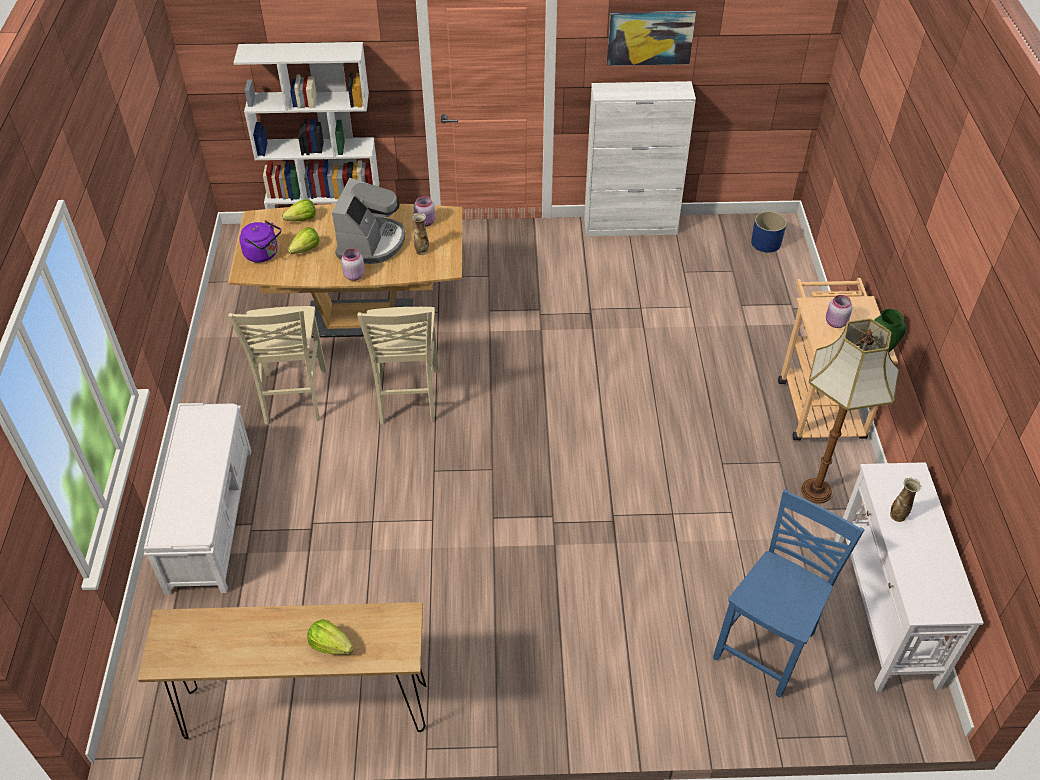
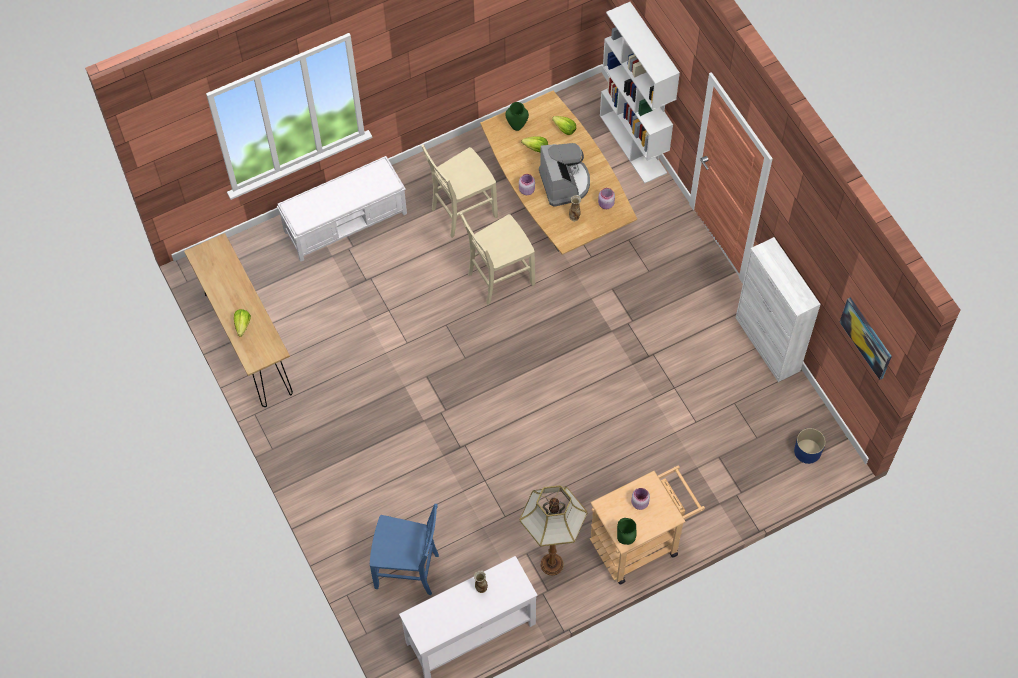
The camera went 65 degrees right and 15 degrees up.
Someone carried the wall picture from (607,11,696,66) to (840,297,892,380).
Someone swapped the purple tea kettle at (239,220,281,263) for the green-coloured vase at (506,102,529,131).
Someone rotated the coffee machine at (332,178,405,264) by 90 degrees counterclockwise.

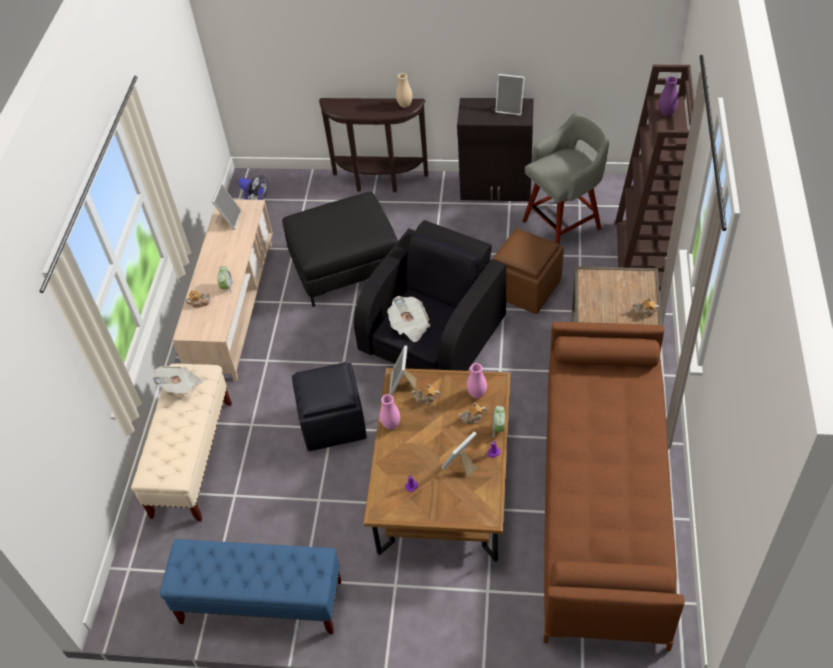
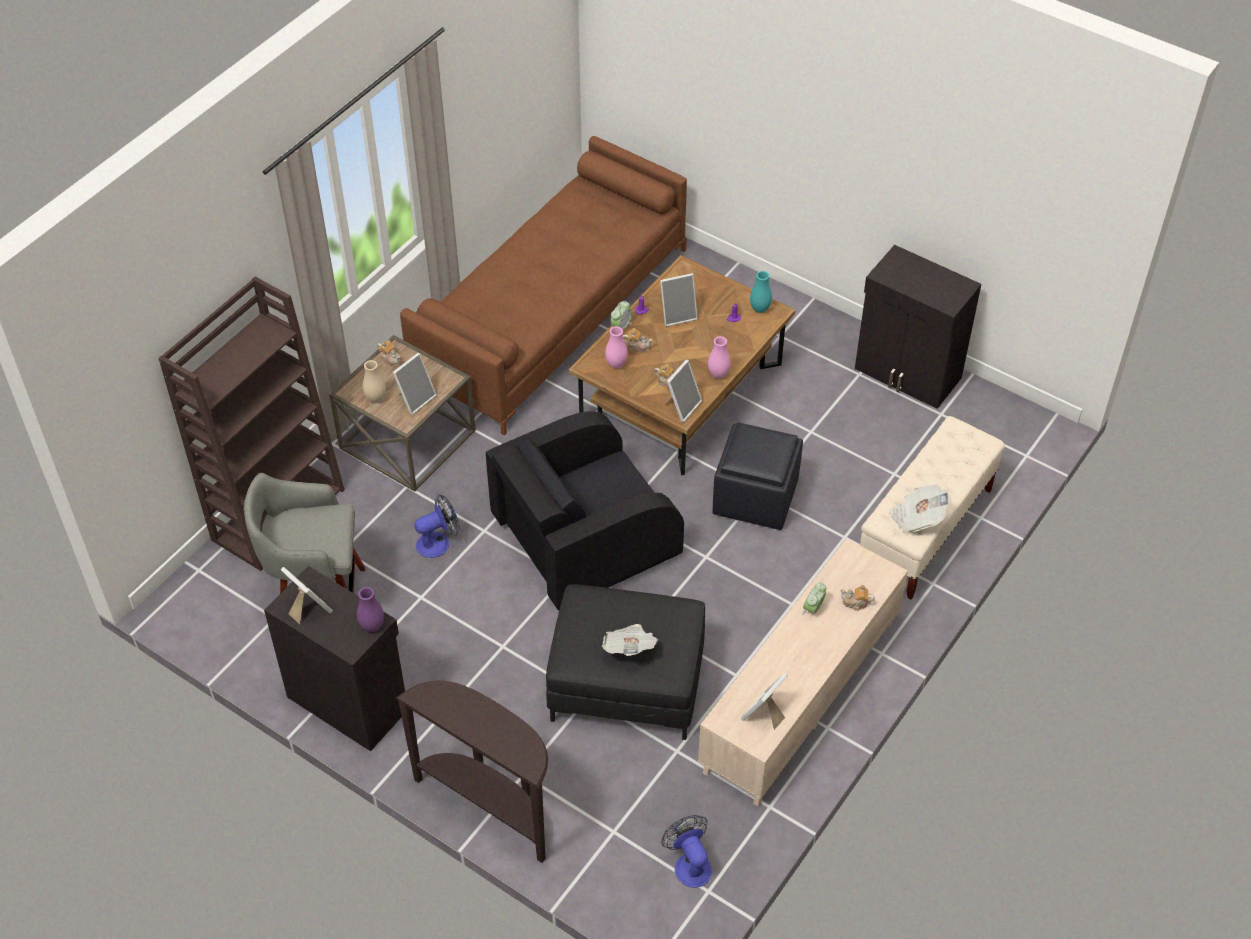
The camera went 155 degrees left and 0 degrees up.
Someone put down the photo frame at (393,353,437,415).
Someone put down the turquoise-coloured vase at (750,271,772,313).
Someone carried the newspaper from (387,296,431,342) to (602,624,658,656).
Someone carried the sand-coloured vase from (396,73,412,108) to (363,360,386,403).
Someone carried the purple vase from (658,76,678,116) to (357,587,384,632).
Someone swapped the blue long seat at (160,539,341,634) for the black-coloured cabinet at (855,245,981,409).
Someone swapped the brown-coloured pouffe at (493,228,564,314) for the fan at (414,494,459,558).

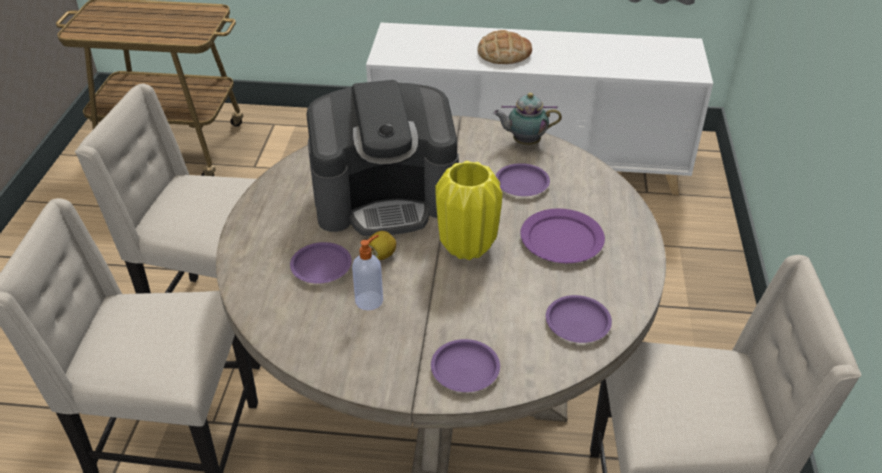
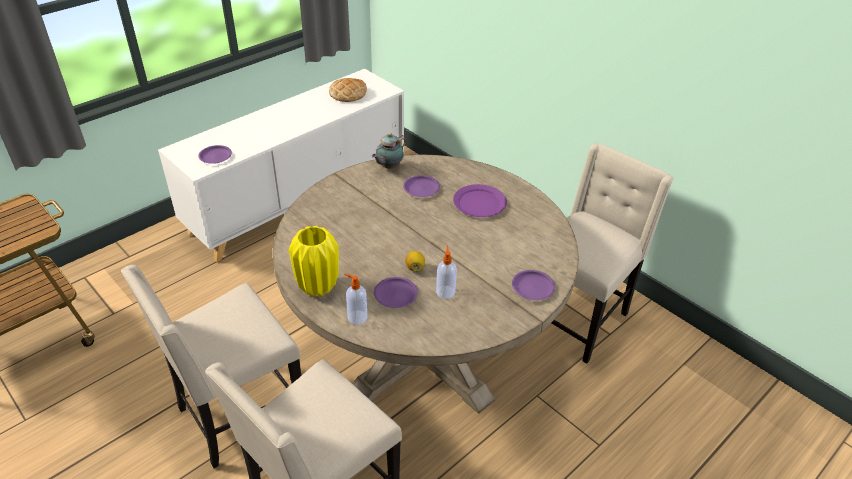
The camera went 50 degrees left and 0 degrees up.
Someone took away the coffee machine at (306,80,459,236).
Someone put down the soap dispenser at (344,274,368,325).
Someone carried the yellow-coloured vase from (435,161,503,260) to (289,226,339,297).
Someone carried the bread from (477,30,532,64) to (329,78,367,102).
Someone carried the purple plate from (546,295,612,343) to (198,145,232,164).

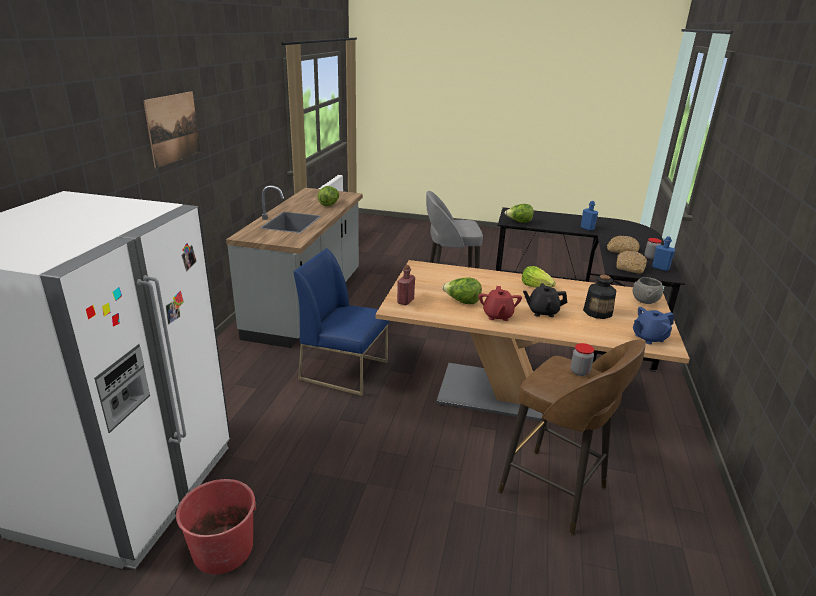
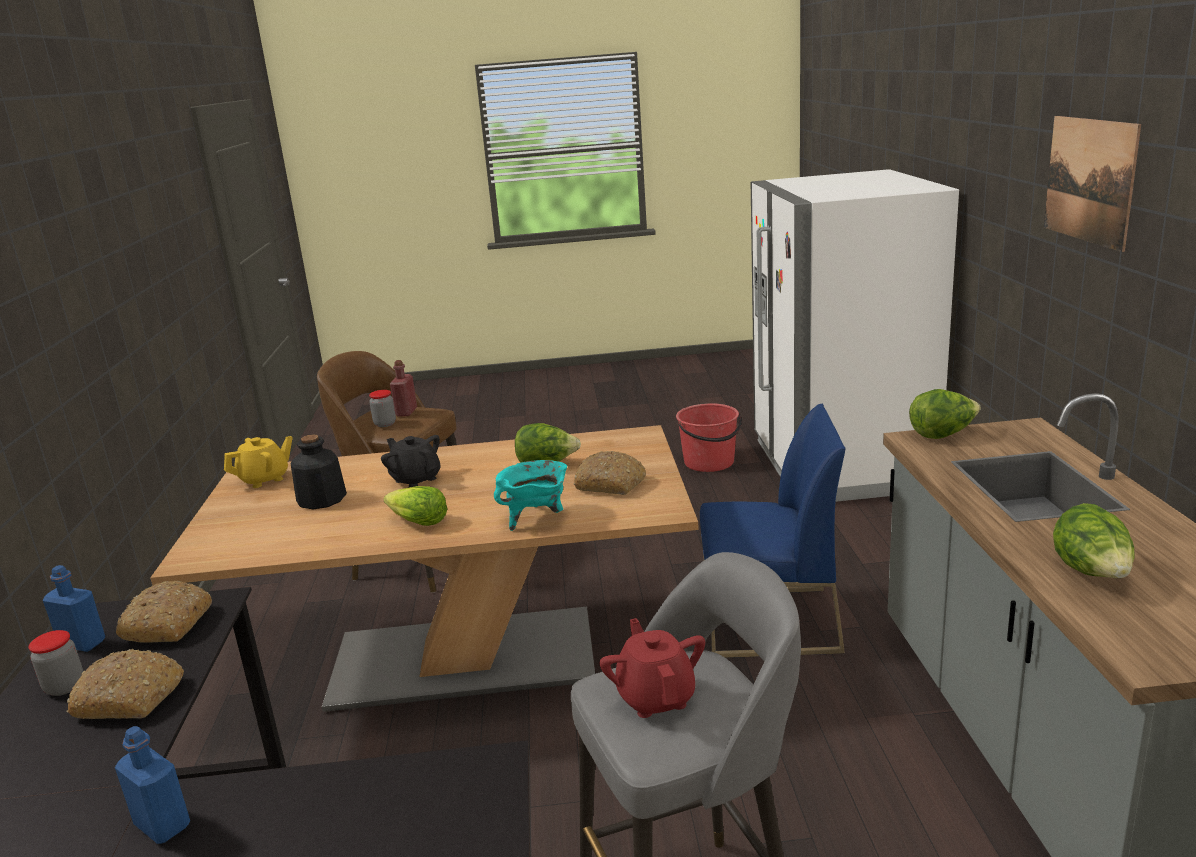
The camera went 165 degrees right and 5 degrees down.
Someone took away the grey bowl at (632,277,663,304).
Someone put down the turquoise-coloured stockpot at (494,460,567,531).
Someone put down the bread at (574,451,646,495).
Someone carried the reddish drink bottle from (397,265,415,305) to (390,360,417,416).
Someone carried the reddish pot for tea from (478,286,522,321) to (600,618,705,718).
Someone carried the lettuce head from (505,204,534,223) to (909,389,981,439).
Someone repainted the blue pot for tea at (633,307,674,344), which became the yellow-coloured pot for tea at (224,436,293,488).
Someone rotated the black-coloured pot for tea at (523,283,567,317) by 120 degrees counterclockwise.

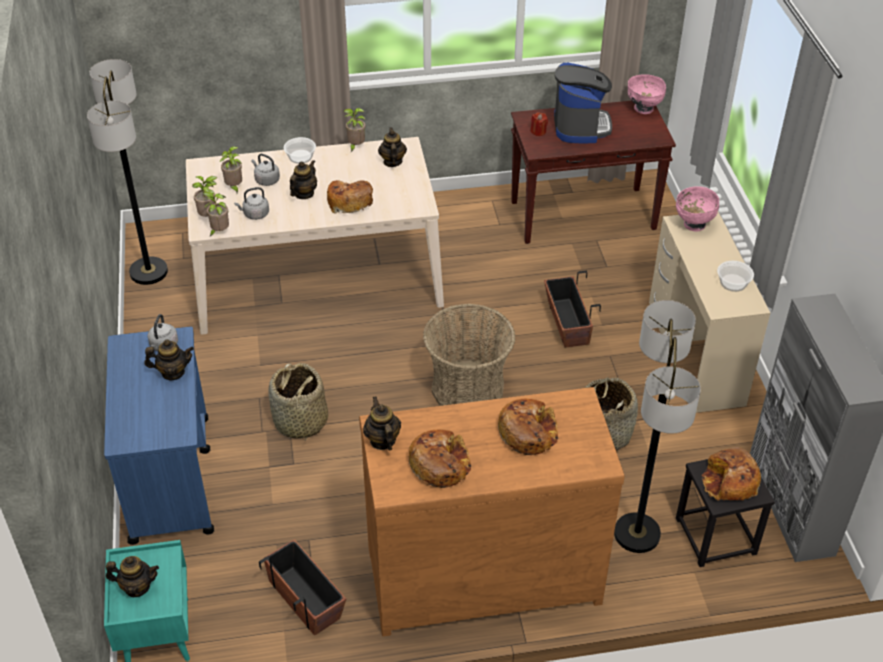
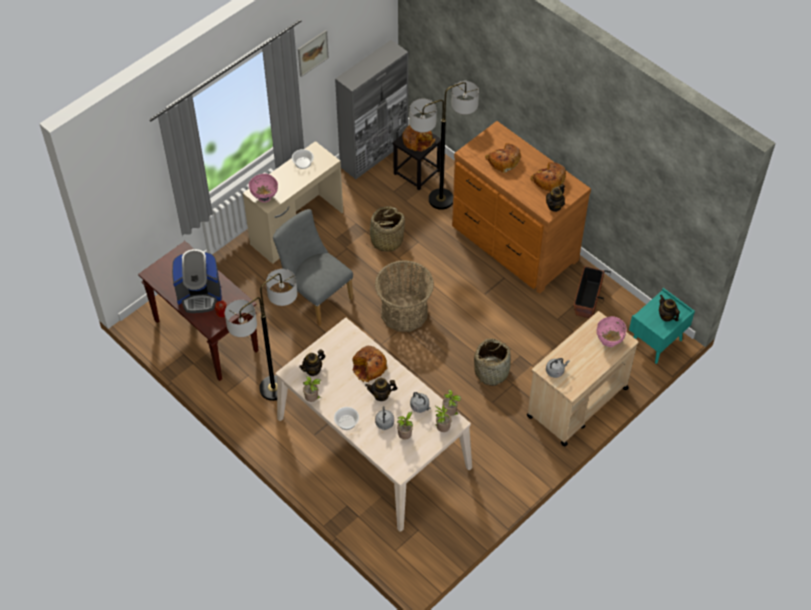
The camera went 125 degrees left and 10 degrees up.
Someone took away the pot for tea at (144,340,194,381).
Someone put up the wall picture at (298,30,329,77).
Someone carried the standing lamp from (87,59,168,285) to (225,269,297,401).
Someone carried the pink-coloured bowl from (628,74,666,114) to (596,316,627,347).
Someone swapped the plant pot at (544,271,601,347) for the grey chair at (273,209,353,326).
Someone repainted the blue trolley at (104,327,214,545), which became the sand-coloured trolley at (527,311,639,447).
Someone rotated the coffee machine at (554,63,612,143) by 150 degrees counterclockwise.

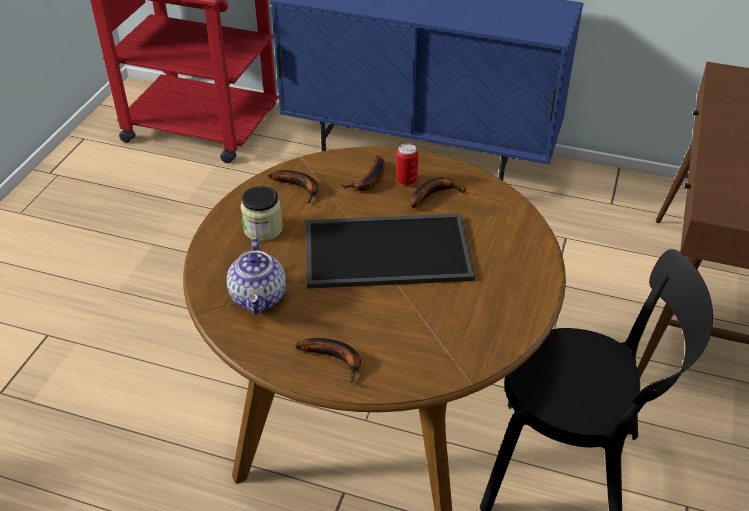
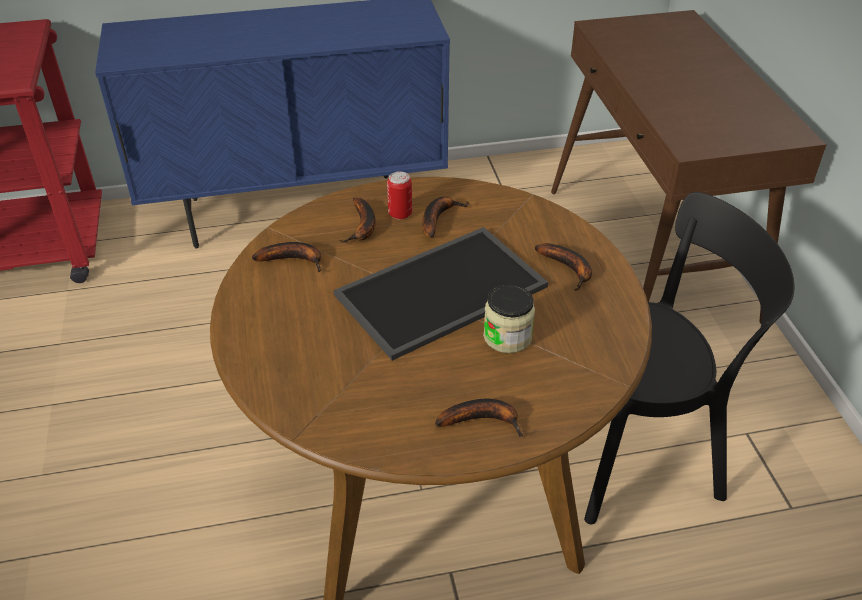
The camera went 30 degrees left and 0 degrees up.
Someone took away the pot for tea at (227,238,286,315).
Someone put down the banana fruit at (535,243,592,291).
Someone carried the jar from (240,186,283,241) to (483,284,535,353).

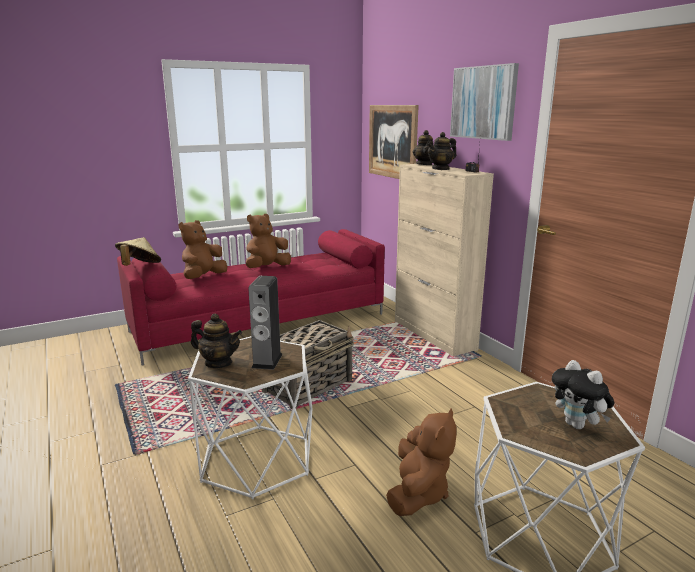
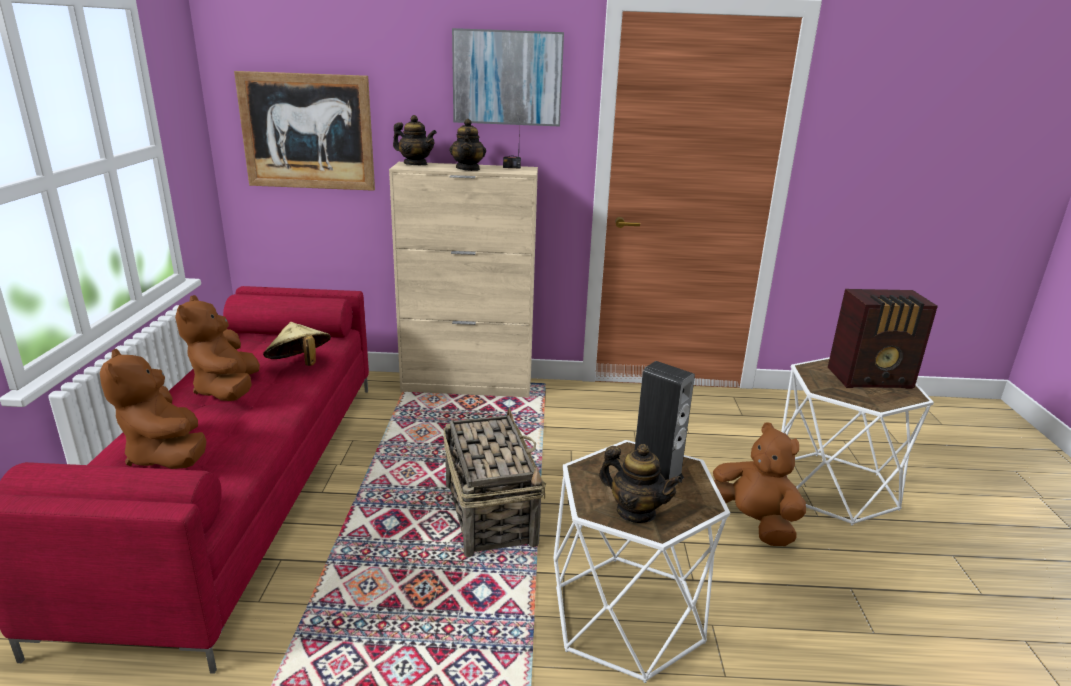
The camera went 60 degrees left and 5 degrees up.
Someone carried the sand-coloured wearable hat from (115,237,161,266) to (263,322,331,366).
Someone swapped the cuddly toy at (552,360,614,429) for the radio receiver at (828,289,938,389).
Someone rotated the pot for tea at (191,314,242,368) by 75 degrees clockwise.

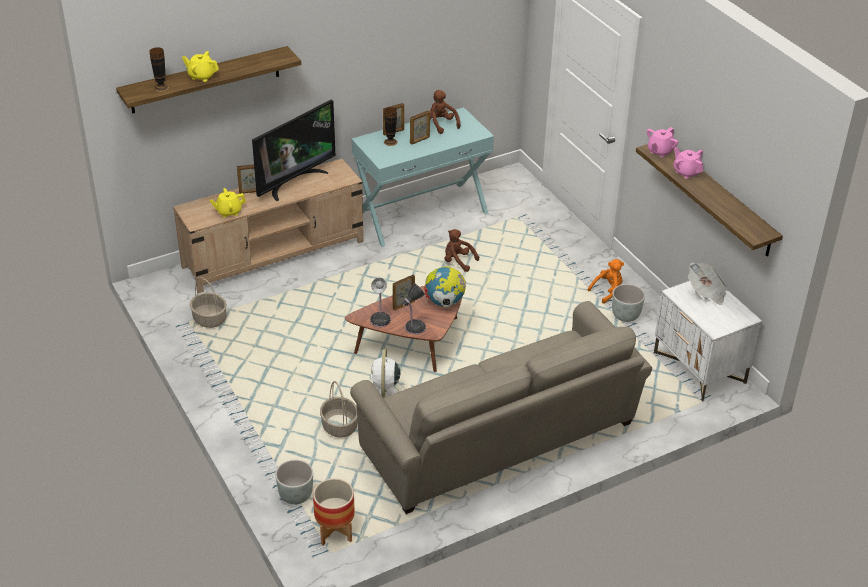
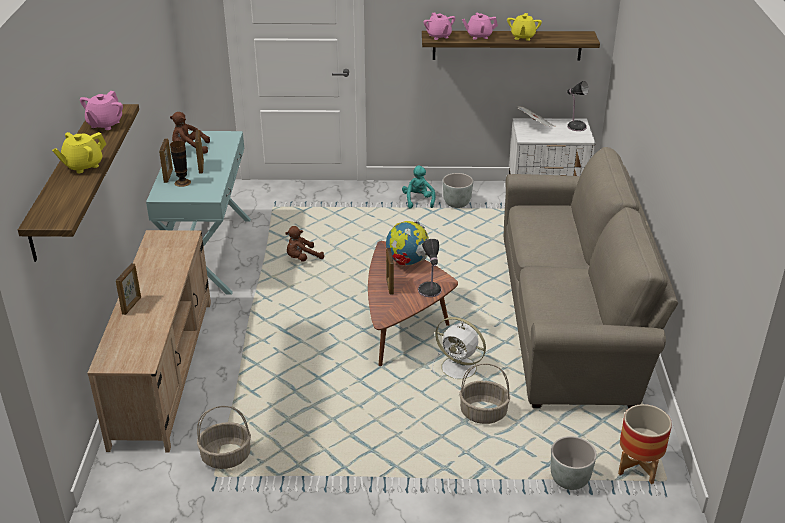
The camera went 60 degrees left and 5 degrees down.
Someone took away the vase at (149,47,169,92).
Someone took away the TV set at (252,100,335,201).
Someone put down the pink-coloured pot for tea at (80,91,123,130).
Someone carried the yellow-coloured pot for tea from (209,188,246,217) to (507,13,542,41).
Someone carried the lamp for a table from (370,278,391,327) to (567,81,589,131).
Someone repainted the orangey cuddly toy at (588,259,624,304), which became the turquoise-coloured cuddly toy at (402,166,435,209).

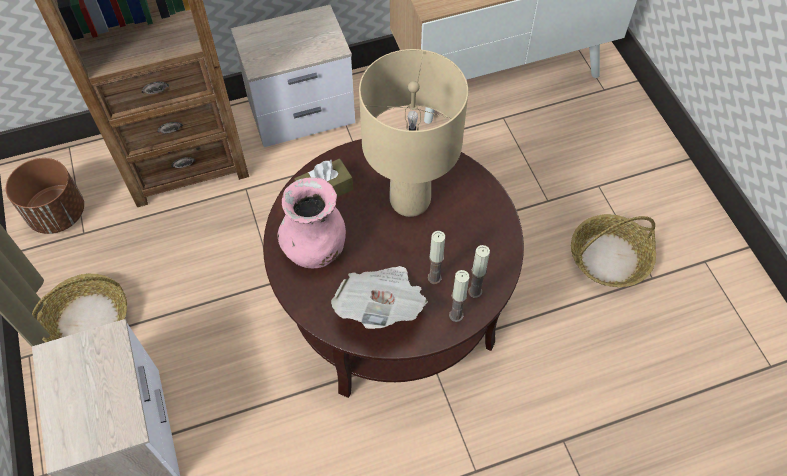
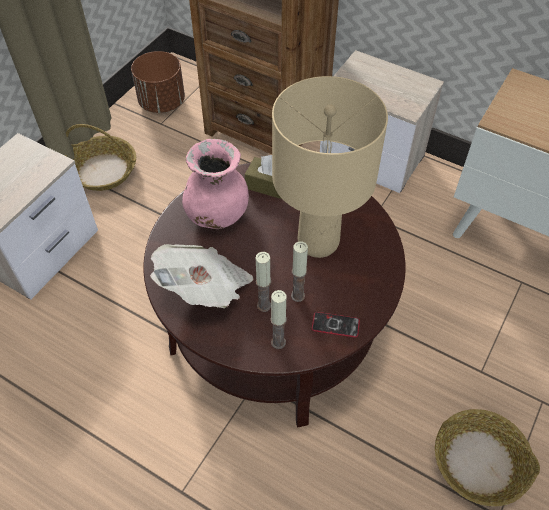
The camera went 50 degrees right and 5 degrees down.
Someone put down the telephone at (312,312,360,338).
Someone carried the candle from (449,270,469,322) to (291,241,308,302).

